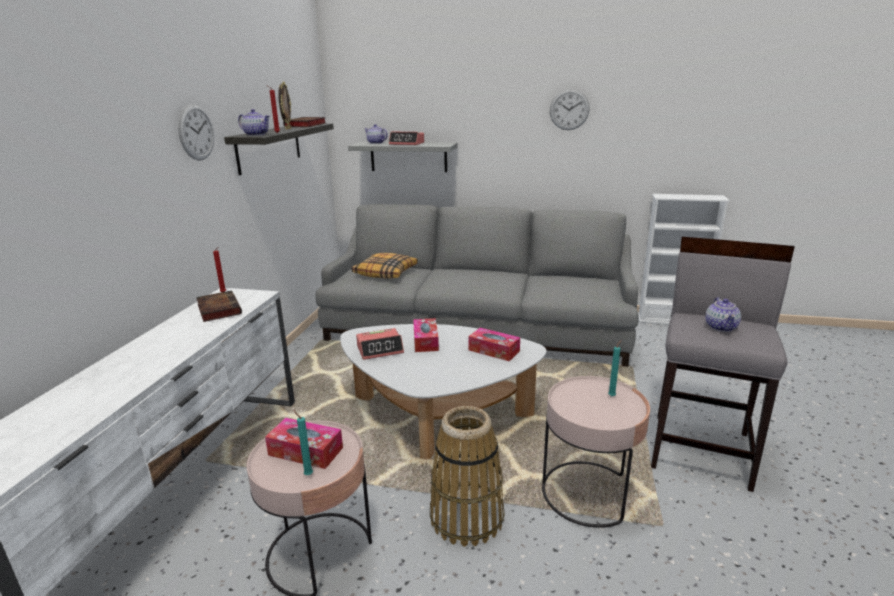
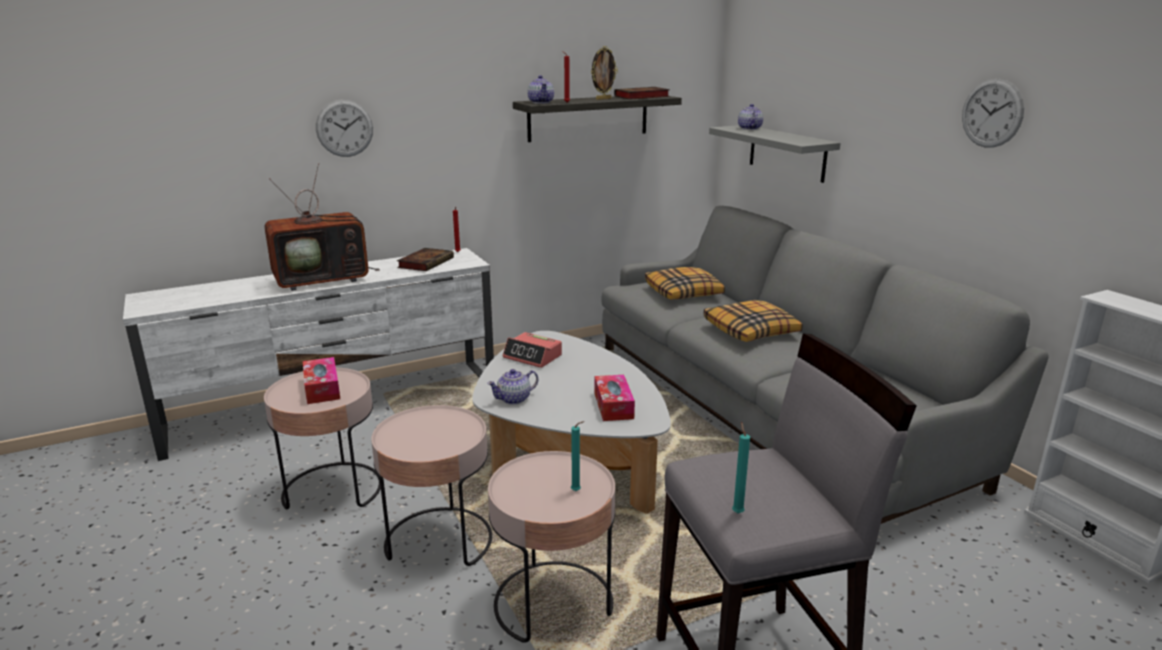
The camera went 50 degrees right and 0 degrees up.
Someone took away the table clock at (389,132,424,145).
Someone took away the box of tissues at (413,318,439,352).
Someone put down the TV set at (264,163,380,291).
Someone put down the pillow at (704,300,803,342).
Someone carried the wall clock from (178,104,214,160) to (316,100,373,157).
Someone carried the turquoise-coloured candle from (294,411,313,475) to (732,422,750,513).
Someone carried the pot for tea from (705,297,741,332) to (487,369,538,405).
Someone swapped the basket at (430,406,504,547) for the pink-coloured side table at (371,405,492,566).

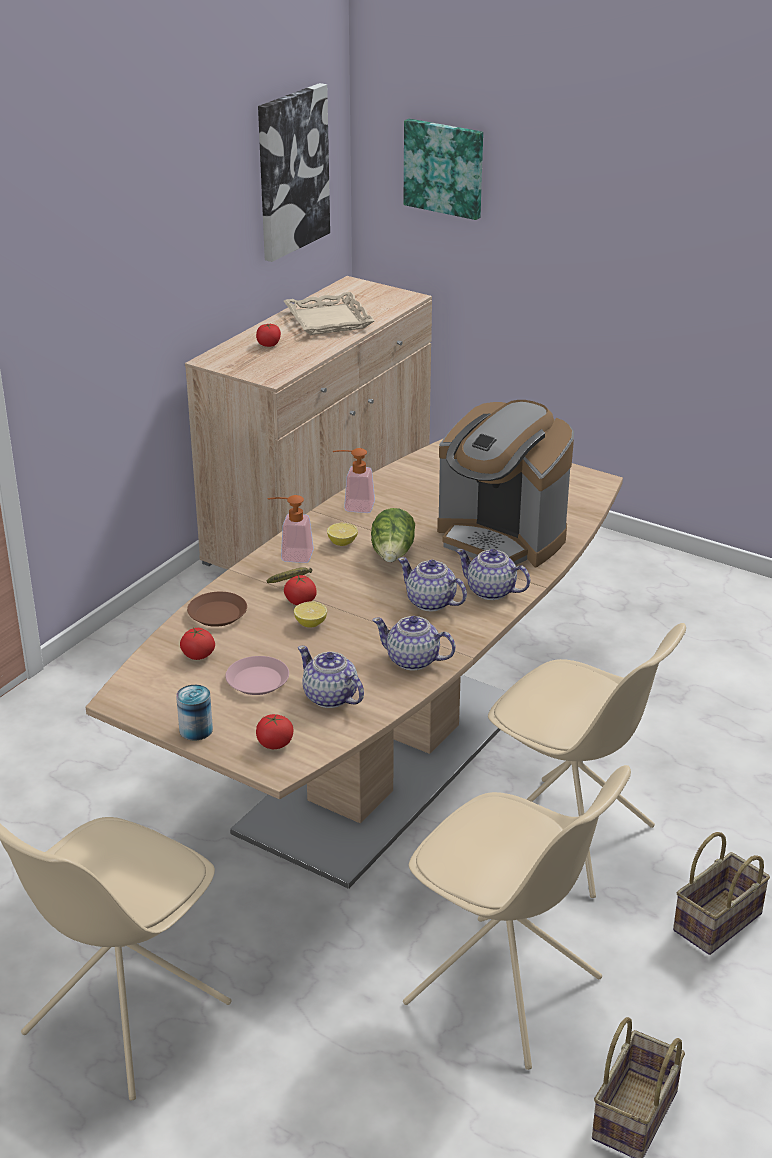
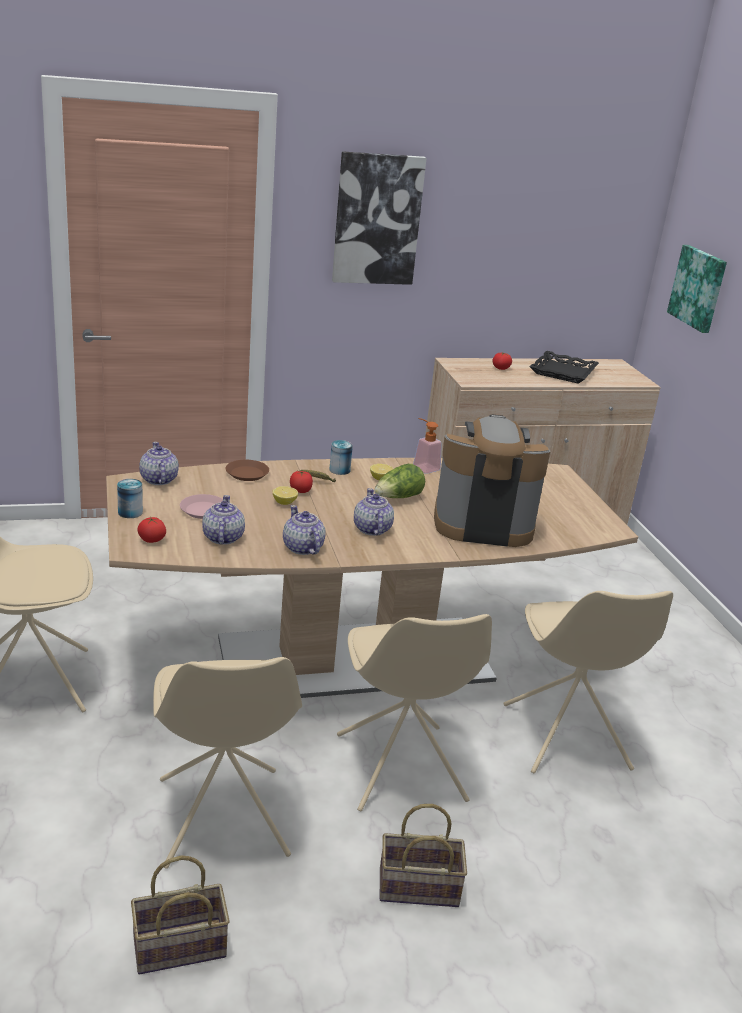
The camera went 40 degrees right and 5 degrees down.
Someone took away the whole tomato at (180,628,215,660).
Someone put down the sand-coloured chair at (503,591,673,774).
Someone carried the wall picture from (258,83,330,262) to (332,151,427,285).
Someone carried the pot for tea from (456,549,531,600) to (139,442,179,485).
Someone swapped the soap dispenser at (267,495,314,563) for the metal can at (329,440,353,475).
Someone repainted the sand-coloured tray at (284,292,375,335), which became the black-coloured tray at (529,351,599,384).
Someone rotated the coffee machine at (437,400,574,567) by 105 degrees clockwise.

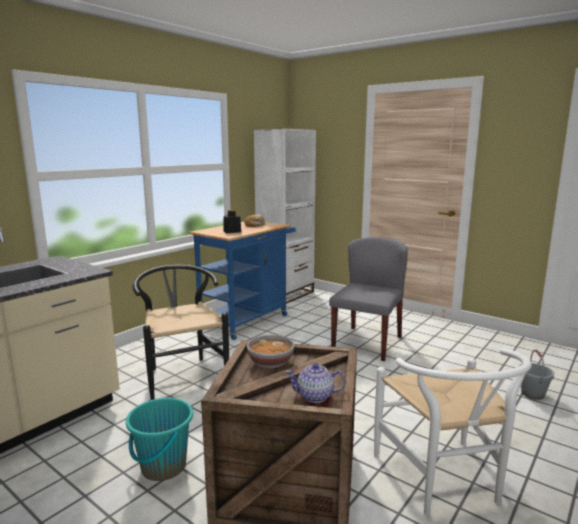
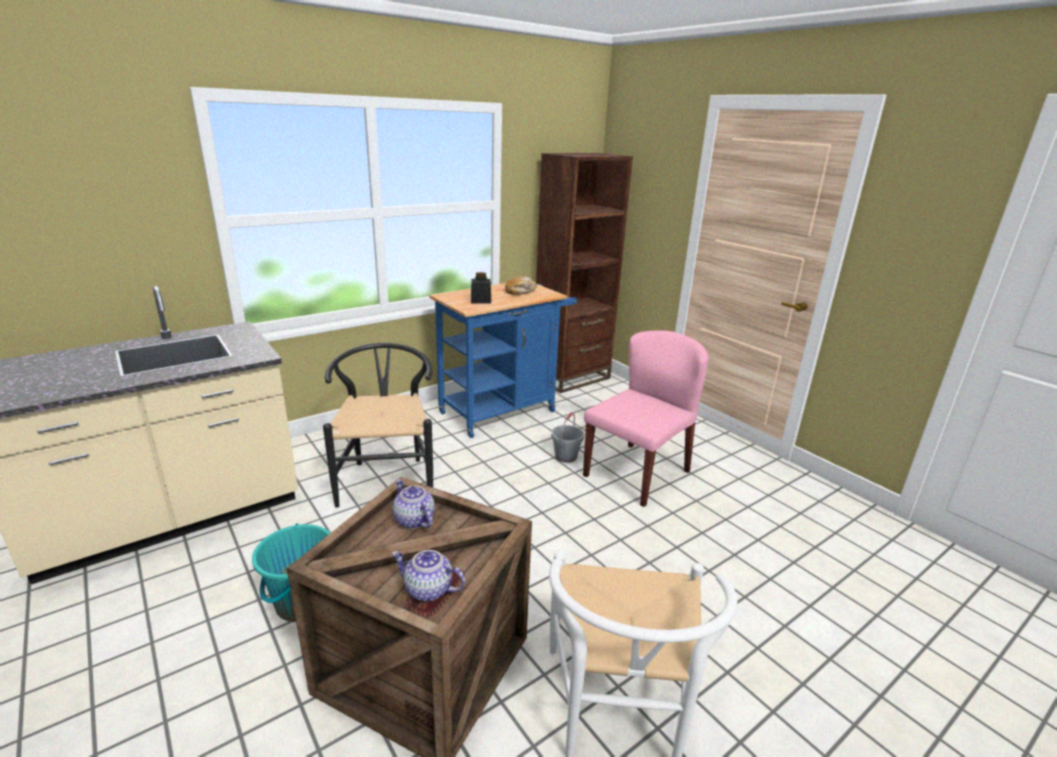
The camera went 15 degrees right and 10 degrees up.
Someone carried the grey pail from (519,349,554,400) to (551,413,584,463).
Someone swapped the bowl at (247,335,294,368) for the pot for tea at (393,479,434,529).
Someone repainted the white-coloured bookshelf at (254,129,316,304), which became the brown-coloured bookshelf at (536,153,633,393).
Someone repainted the grey chair at (329,237,408,361), which became the pink-coloured chair at (583,330,708,507).

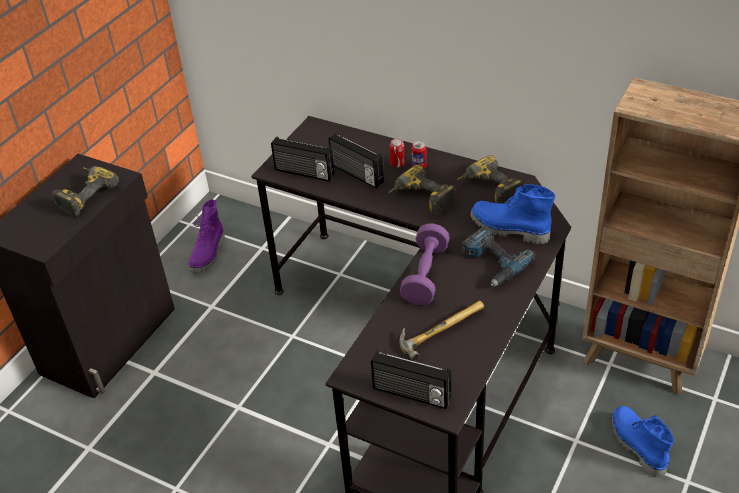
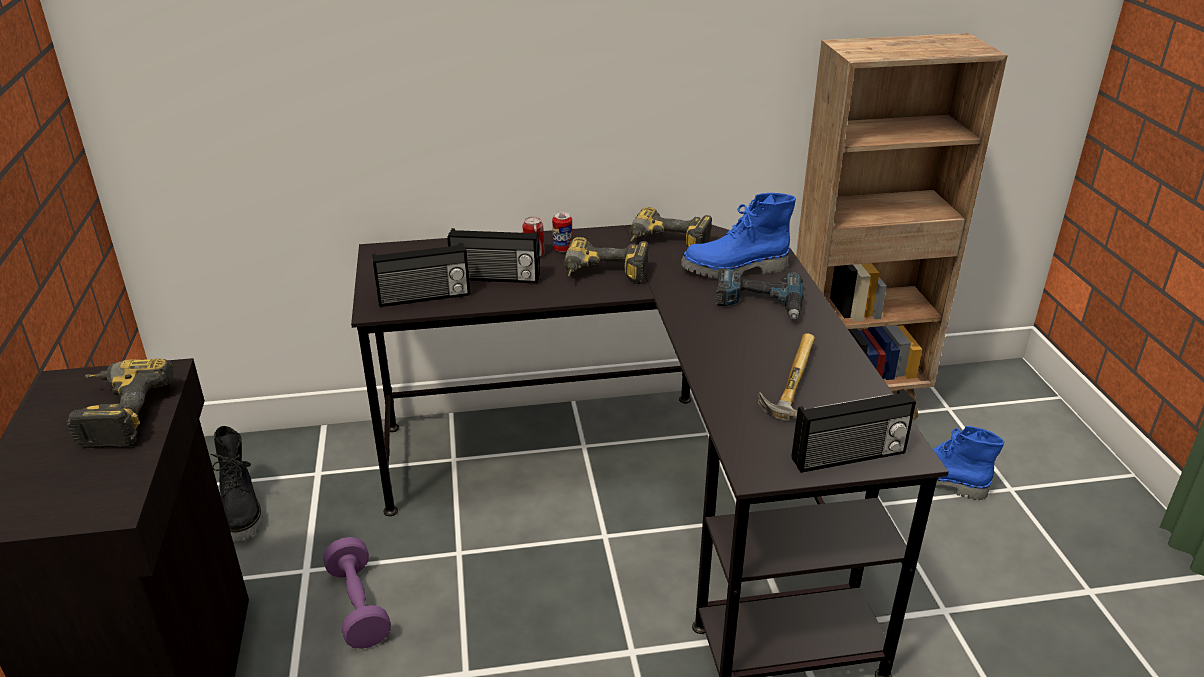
The camera went 40 degrees left and 10 degrees down.
Someone carried the purple free weight from (400,223,450,305) to (323,537,391,649).
Someone repainted the purple tall boot at (189,199,225,273), which became the black-coloured tall boot at (211,426,263,541).

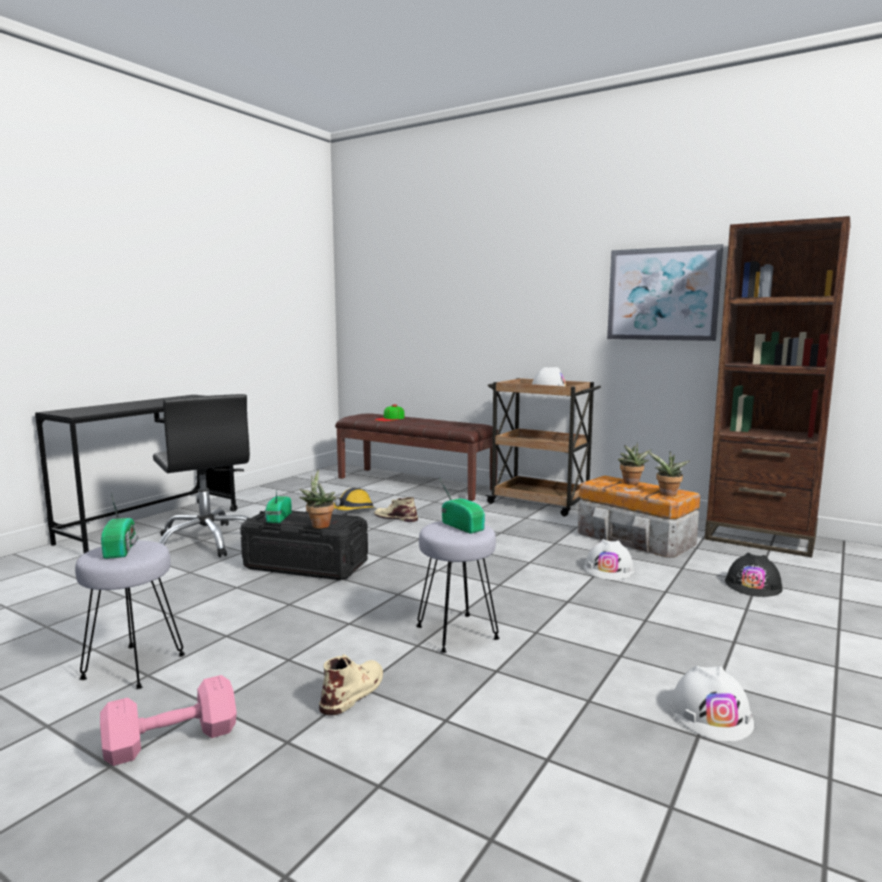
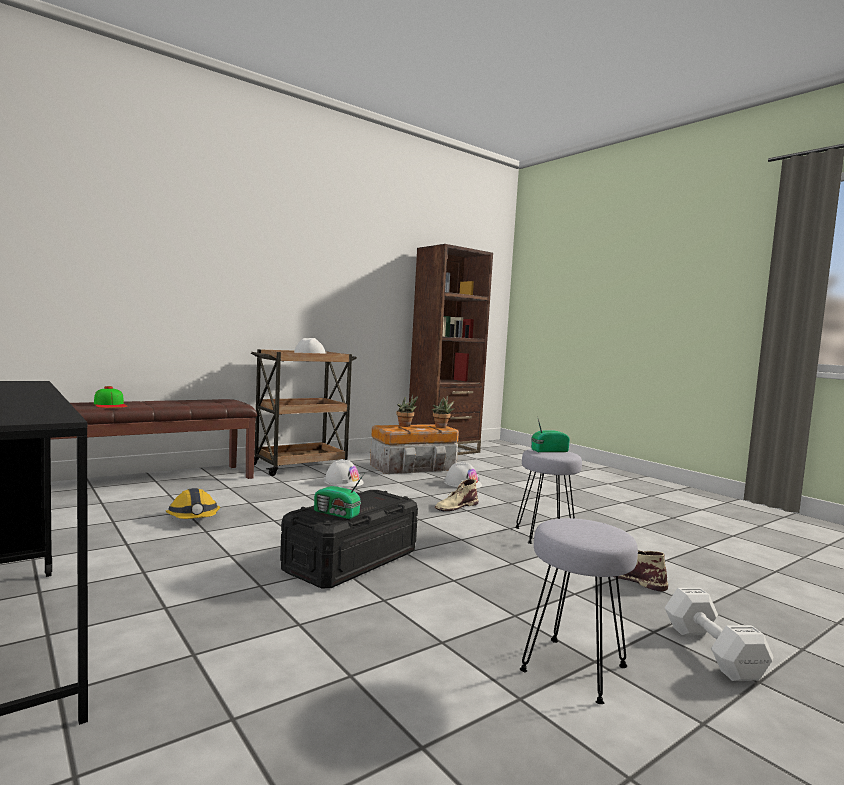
The camera went 70 degrees left and 5 degrees down.
Someone took away the radio receiver at (101,493,139,559).
Someone took away the black-coloured desk chair at (153,394,250,558).
Someone took away the potted plant at (299,470,336,529).
Someone took away the wall picture at (607,244,723,341).
Someone took away the black-coloured work helmet at (725,553,783,597).
Someone carried the sand-coloured tall boot from (374,497,418,522) to (435,479,478,511).
Someone carried the white-coloured work helmet from (670,666,754,742) to (324,459,364,487).
Someone repainted the pink-coloured free weight at (100,675,237,766), which became the white-coloured free weight at (665,588,774,681).

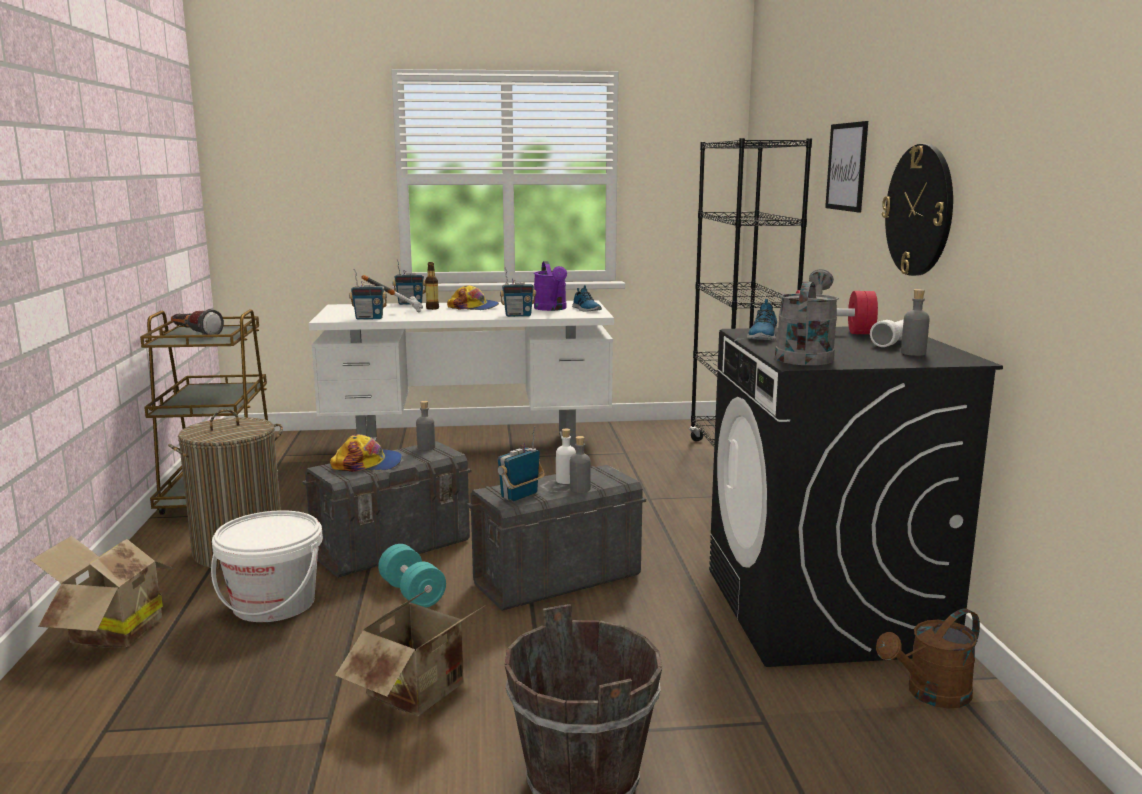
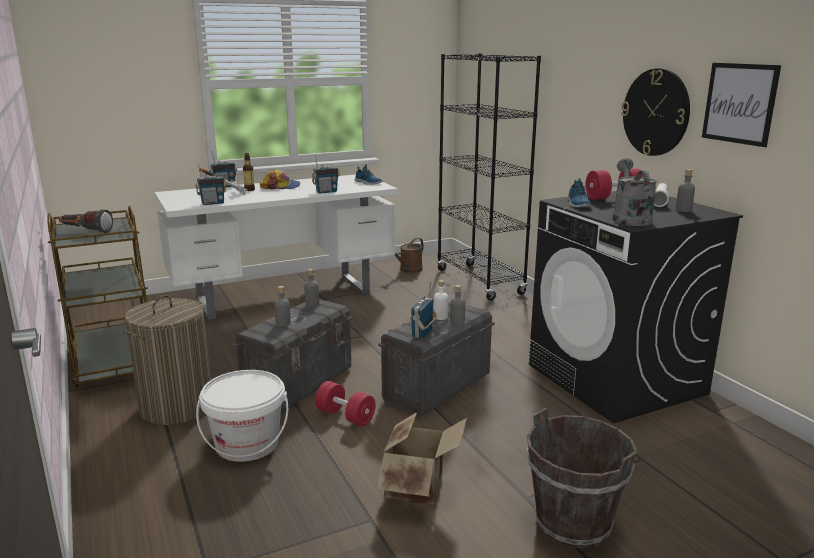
The camera went 20 degrees left and 5 degrees up.
Someone took away the cardboard box at (31,536,175,648).
Someone took away the purple sprinkling can at (534,261,567,311).
Someone carried the wall picture from (825,121,868,212) to (702,63,781,147).
Someone carried the brown-coloured sprinkling can from (876,608,980,708) to (394,238,424,273).
Someone swapped the baseball cap at (330,434,402,472) for the grey drink bottle at (274,286,291,327).
Someone repainted the turquoise-coloured free weight at (378,544,446,608), which became the reddish free weight at (315,381,376,426).

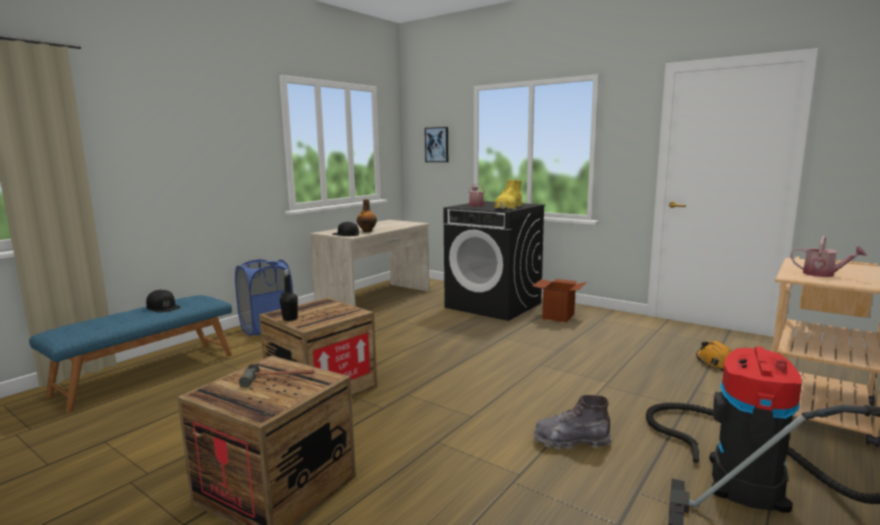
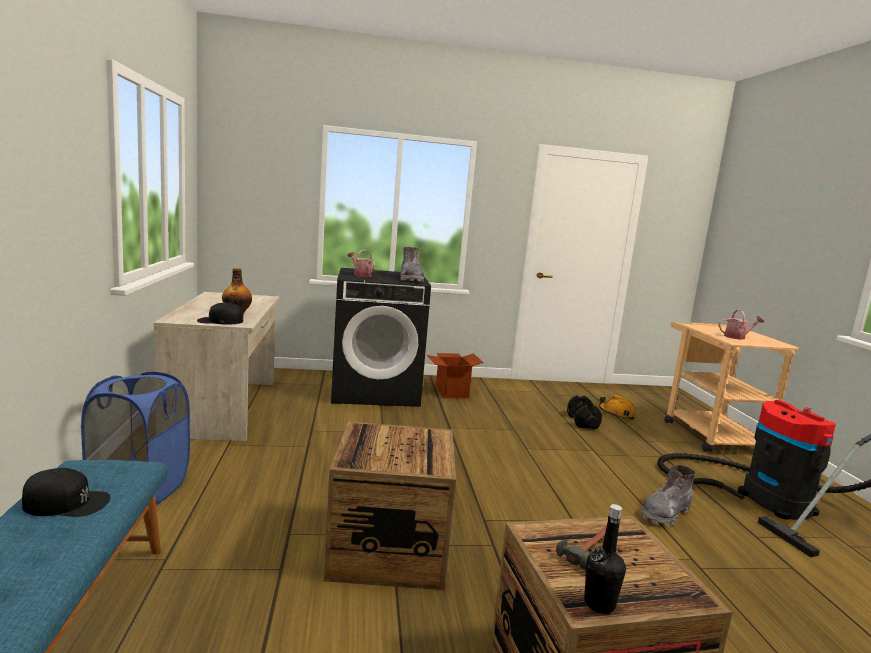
The camera went 45 degrees left and 0 degrees up.
Someone took away the wall picture at (425,127,448,162).
Someone put down the black-coloured free weight at (567,395,602,429).
Someone carried the black-coloured drink bottle from (280,269,298,321) to (584,504,626,614).
Someone repainted the yellow-coloured tall boot at (495,179,522,210), which became the grey tall boot at (400,247,424,282).

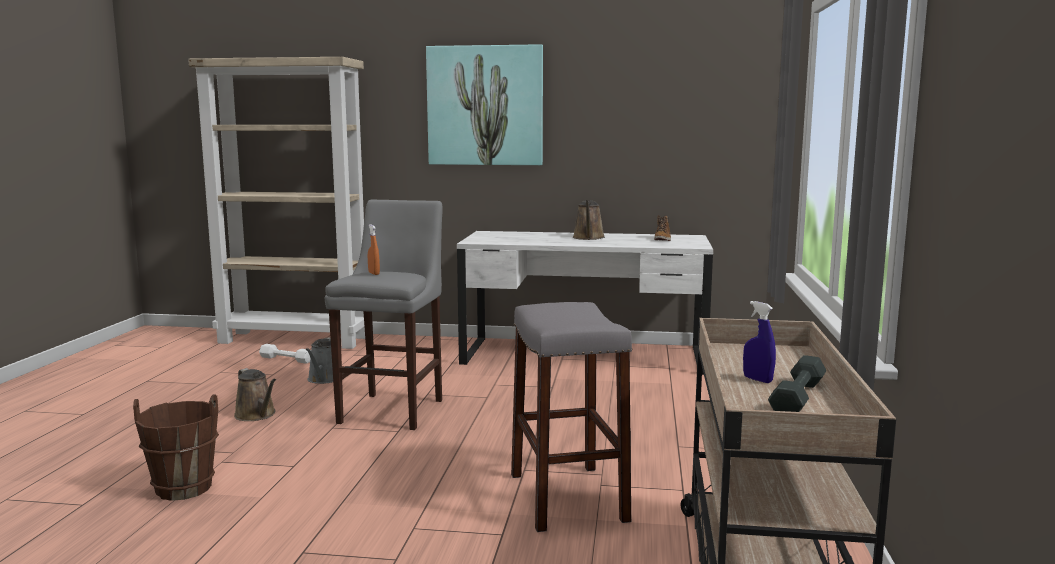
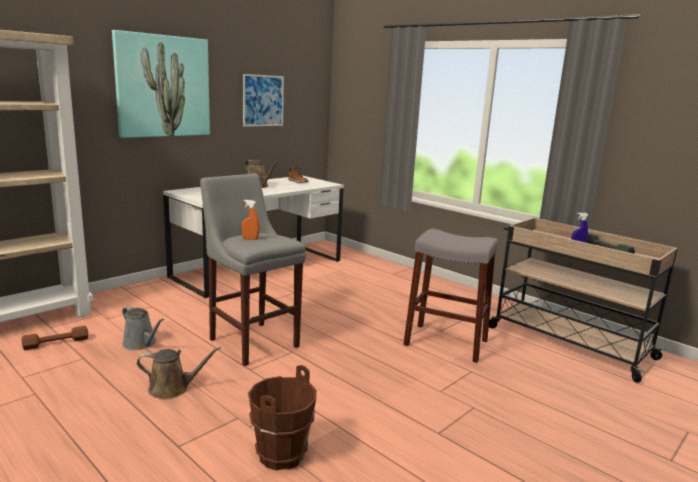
The camera went 55 degrees left and 5 degrees up.
Someone put up the wall picture at (243,74,284,127).
Someone repainted the white-coloured free weight at (259,344,310,364), which became the brown-coloured free weight at (22,326,88,350).

